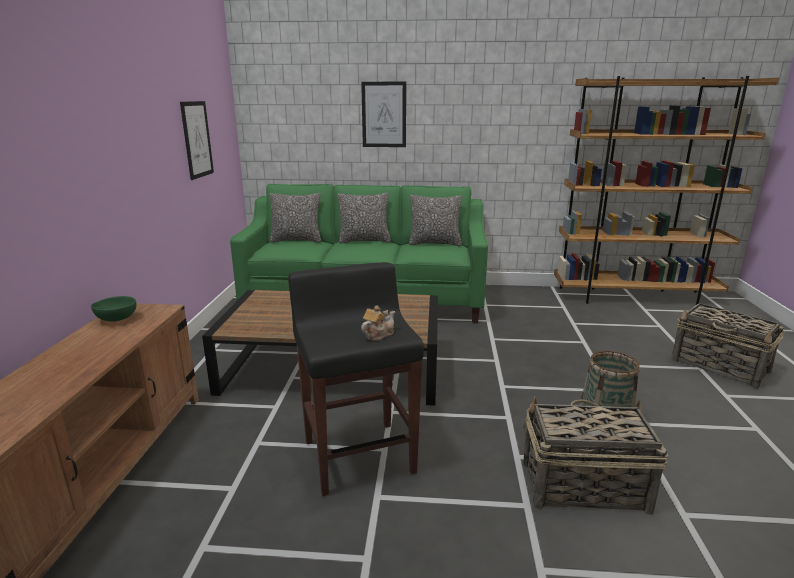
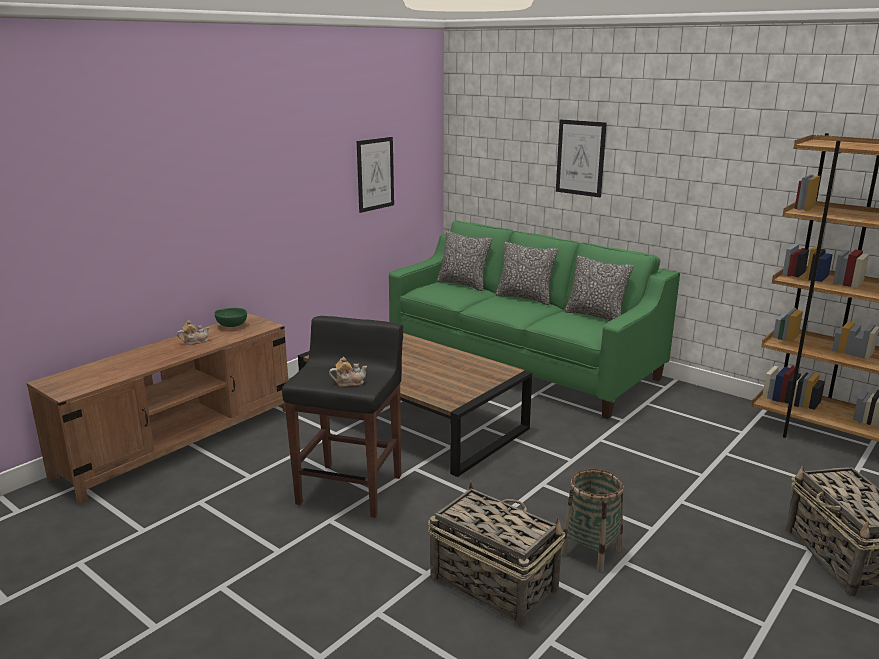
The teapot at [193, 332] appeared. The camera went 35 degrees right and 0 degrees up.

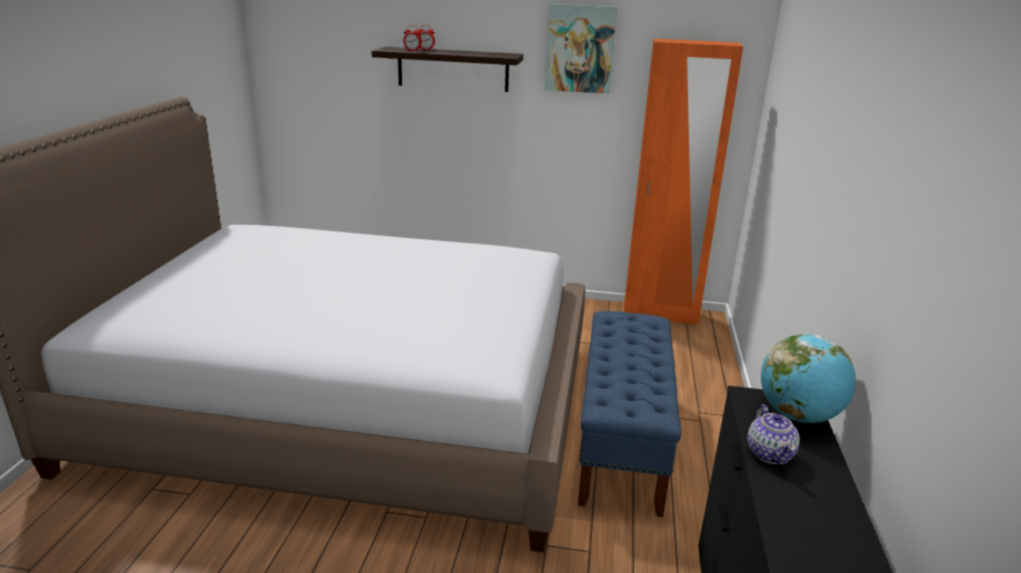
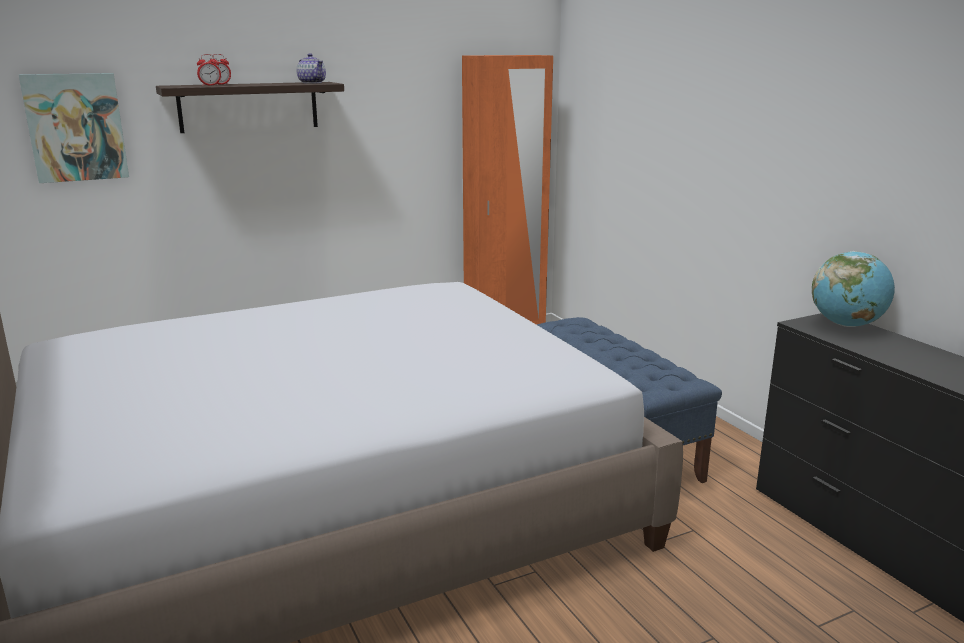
The picture moved from [581, 49] to [74, 128]. The teapot moved from [773, 435] to [311, 68]. The camera went 35 degrees left and 5 degrees down.

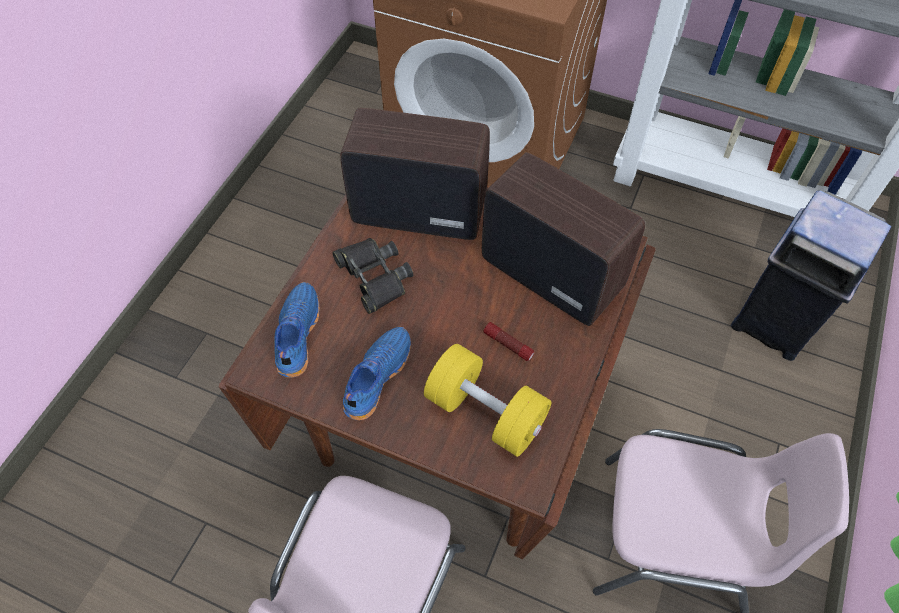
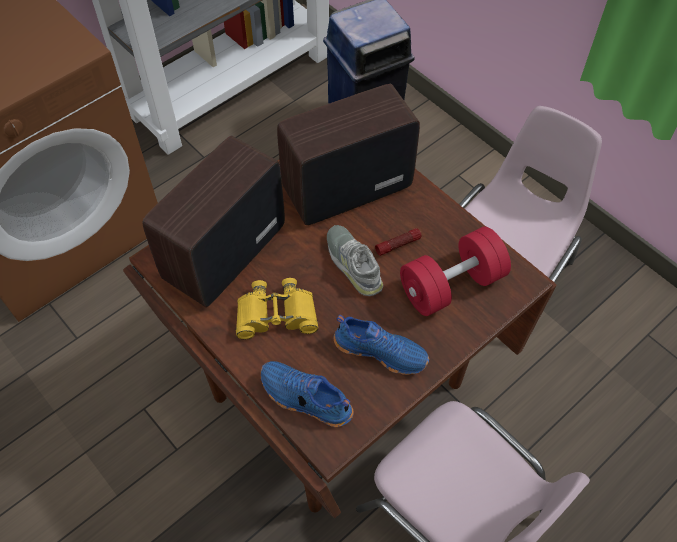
The grey shoe at [355, 260] appeared. The black binoculars at [373, 276] became the yellow binoculars at [277, 308]. The yellow dumbbell at [488, 400] became the red dumbbell at [455, 271]. The blue shoe at [377, 373] turned 150 degrees clockwise. The camera went 65 degrees left and 0 degrees up.

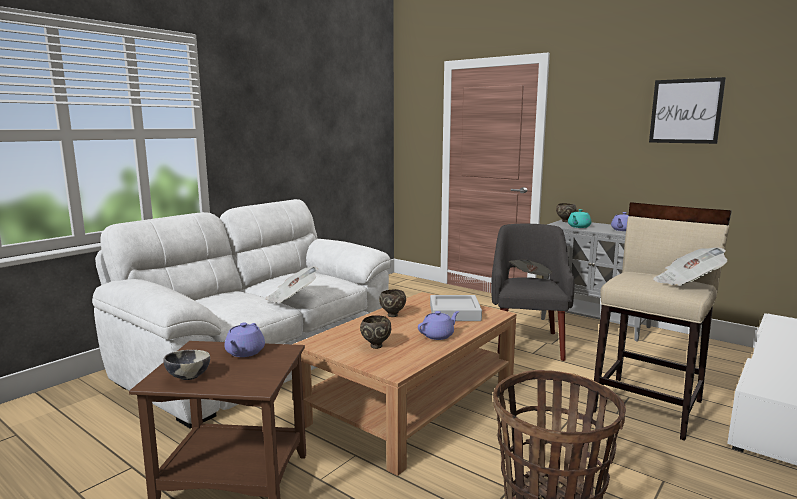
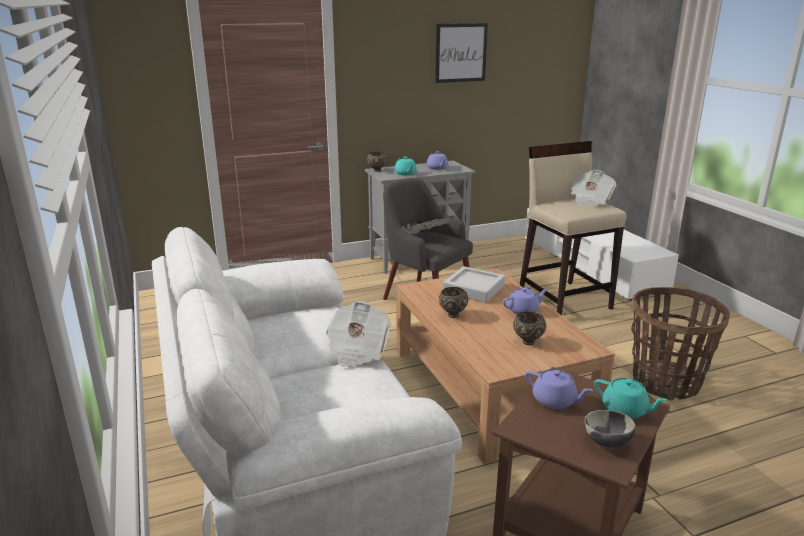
The turquoise teapot at [631, 398] appeared. The purple teapot at [438, 325] turned 75 degrees clockwise. The camera went 60 degrees left and 10 degrees up.

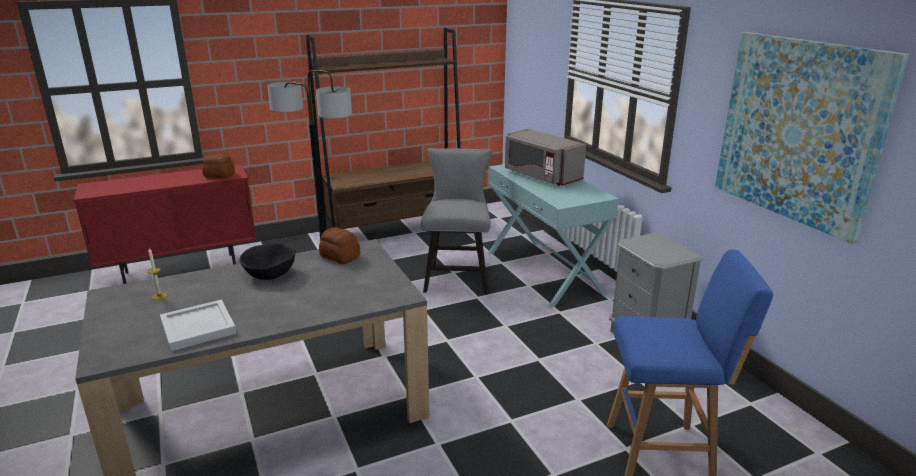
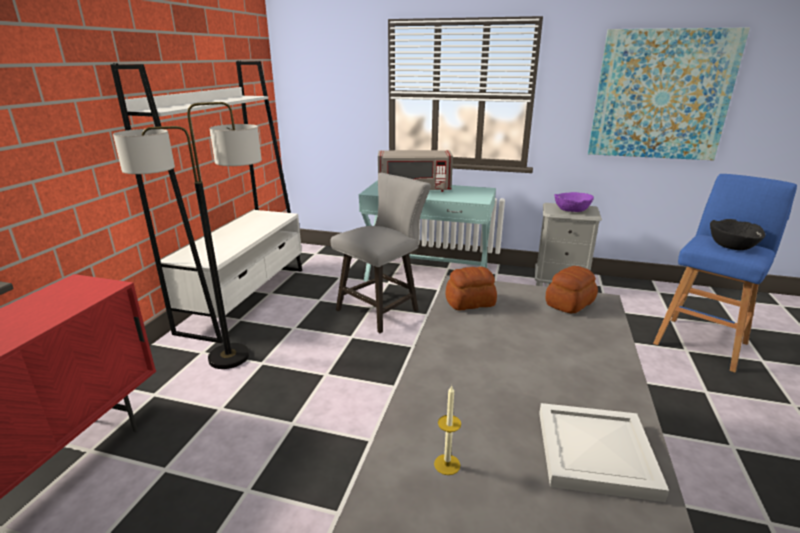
The purple bowl at [574, 202] appeared. The bread moved from [218, 166] to [572, 289]. The black bowl moved from [267, 261] to [737, 234]. The brown bookcase at [383, 129] became the white bookcase at [206, 202]. The grey chair at [456, 221] turned 90 degrees clockwise. The camera went 50 degrees left and 0 degrees up.

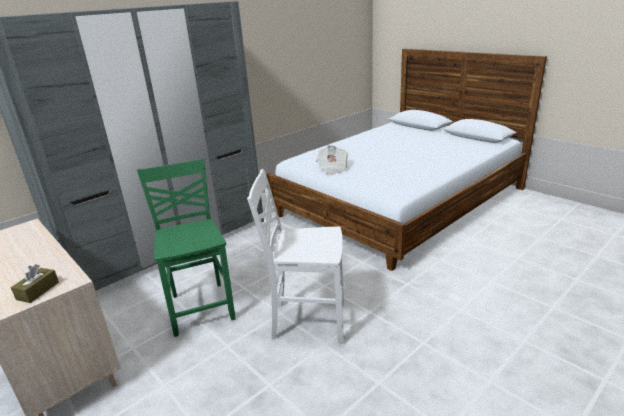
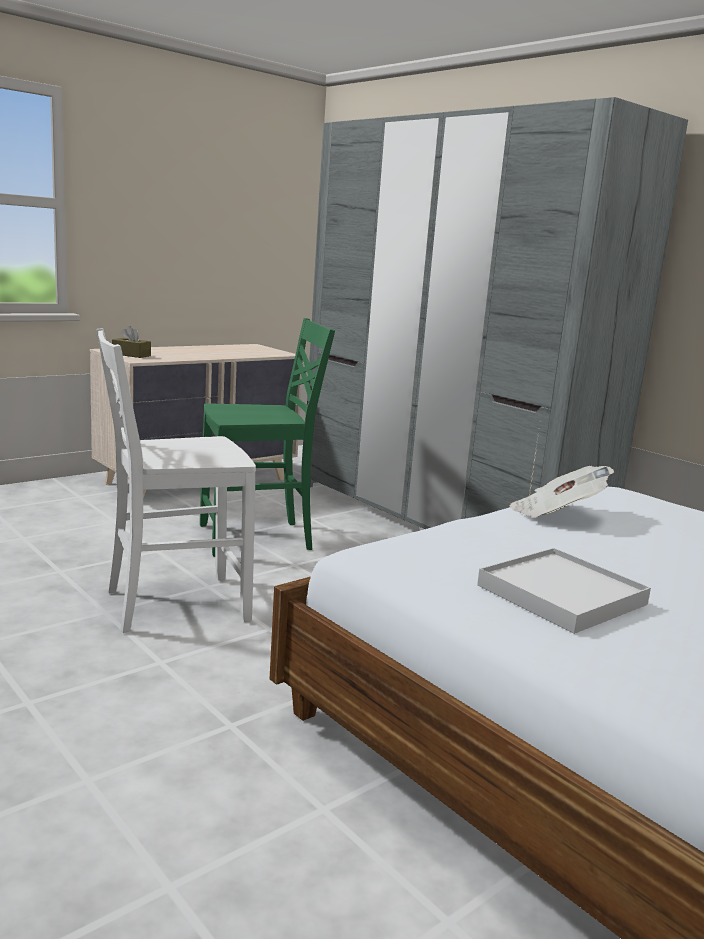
The white tray at [564, 591] appeared. The white chair at [295, 256] turned 120 degrees counterclockwise. The camera went 90 degrees right and 10 degrees down.

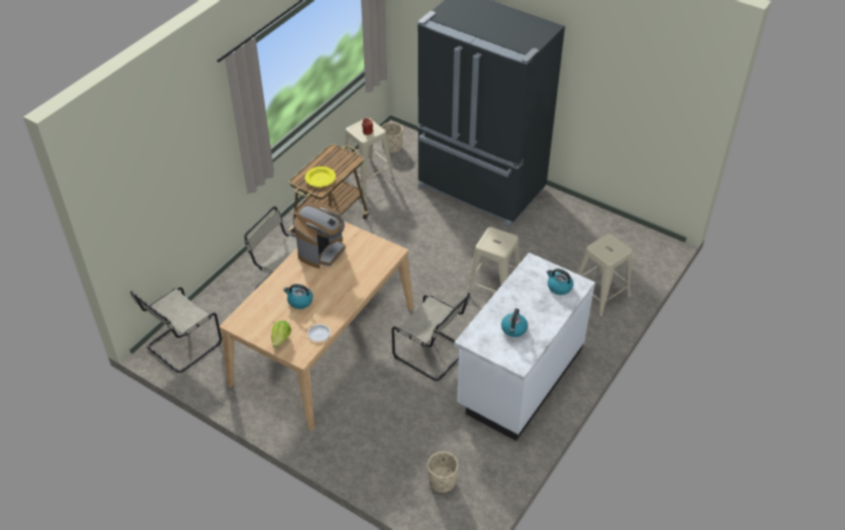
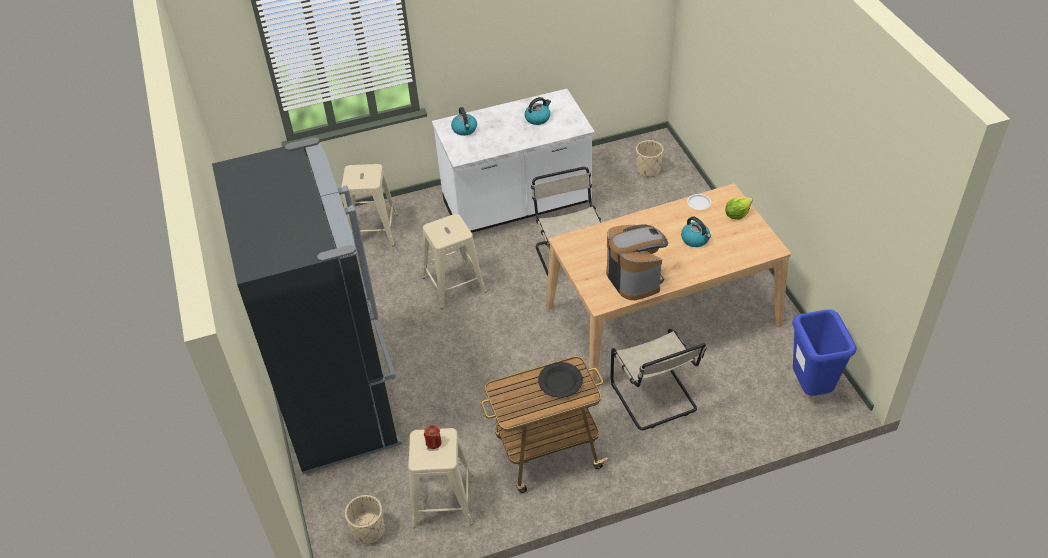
The beige chair at [176, 330] was replaced by the blue trash can at [824, 352]. The yellow plate at [320, 176] became the black plate at [560, 380]. The coffee machine at [320, 235] turned 90 degrees clockwise. The camera went 140 degrees left and 0 degrees up.

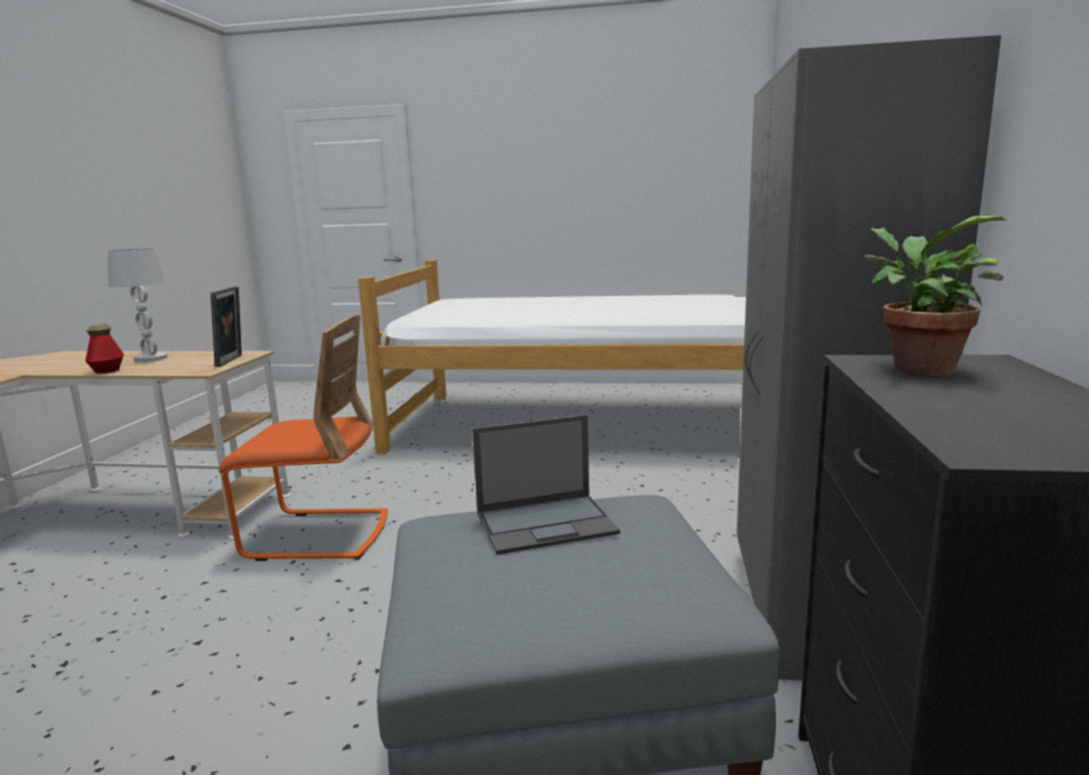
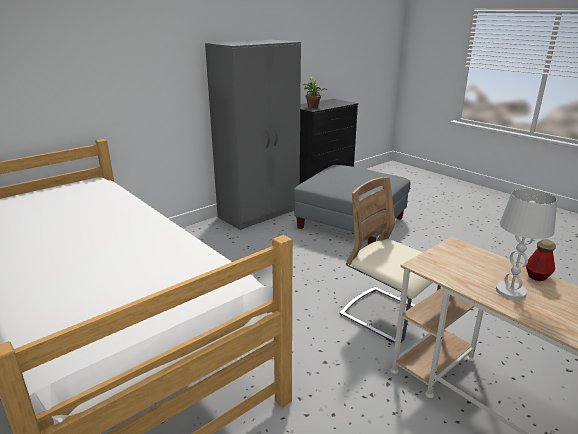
The picture frame at [226, 326] disappeared. The laptop at [546, 485] disappeared. The orange chair at [303, 438] became the beige chair at [390, 260]. The camera went 140 degrees left and 10 degrees up.

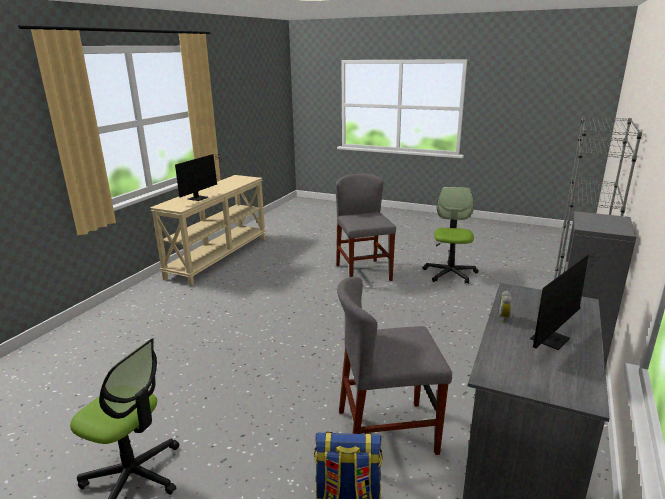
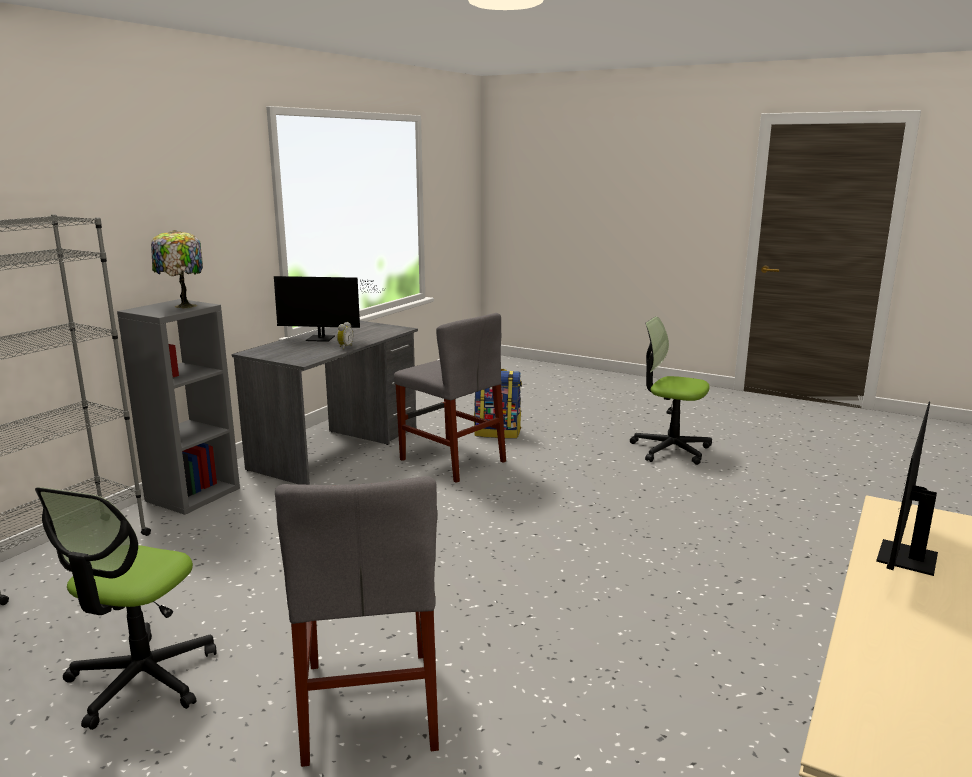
The table lamp at [177, 269] appeared. The grey chair at [394, 366] turned 45 degrees clockwise. The monitor at [563, 301] turned 135 degrees counterclockwise. The camera went 175 degrees left and 5 degrees down.

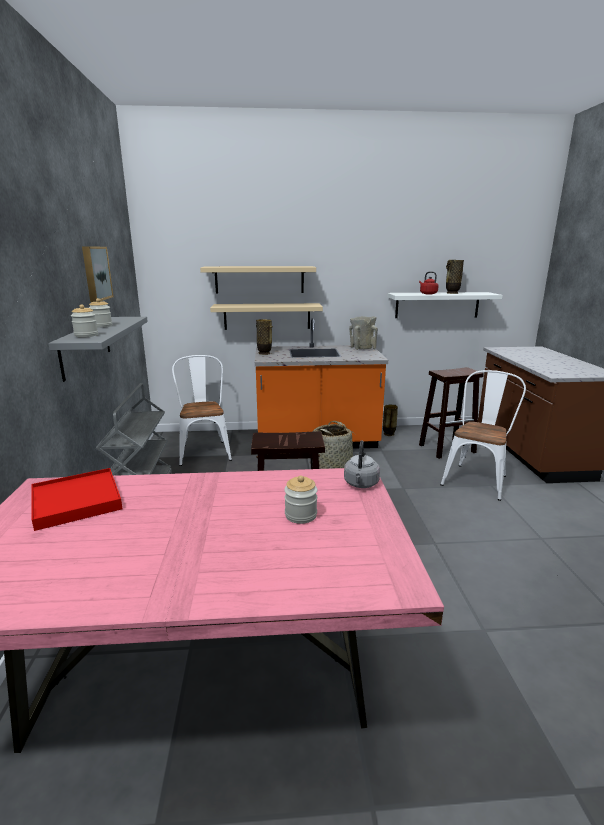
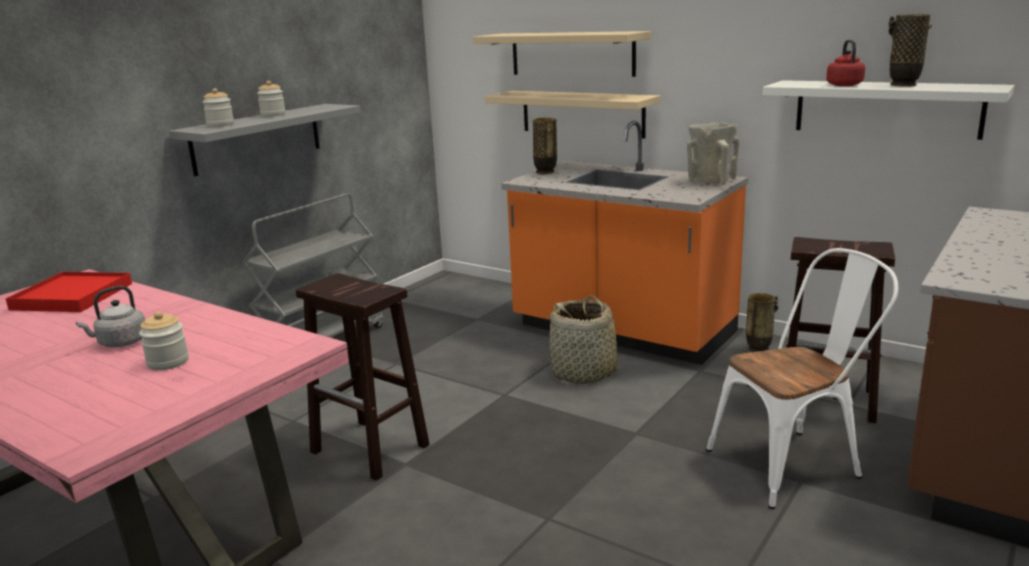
The picture at [98, 274] disappeared. The white chair at [202, 410] disappeared. The grey kettle moved from [362, 464] to [110, 317]. The camera went 40 degrees right and 0 degrees up.

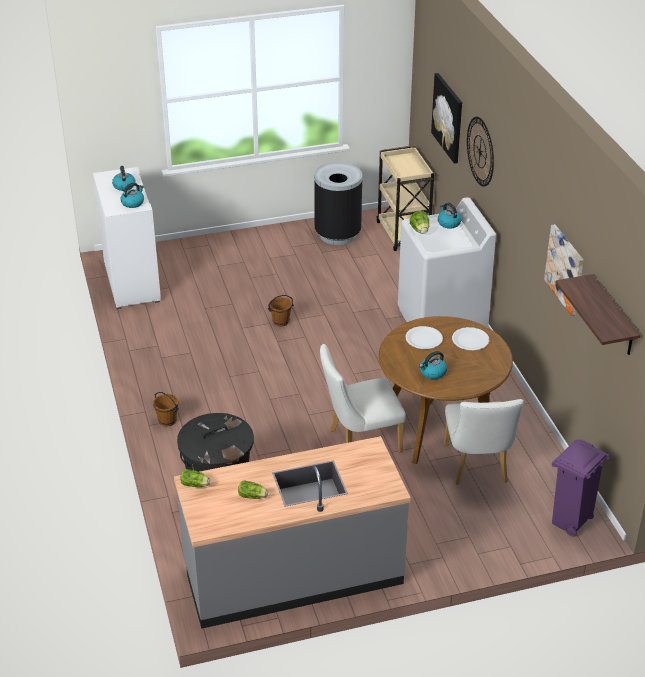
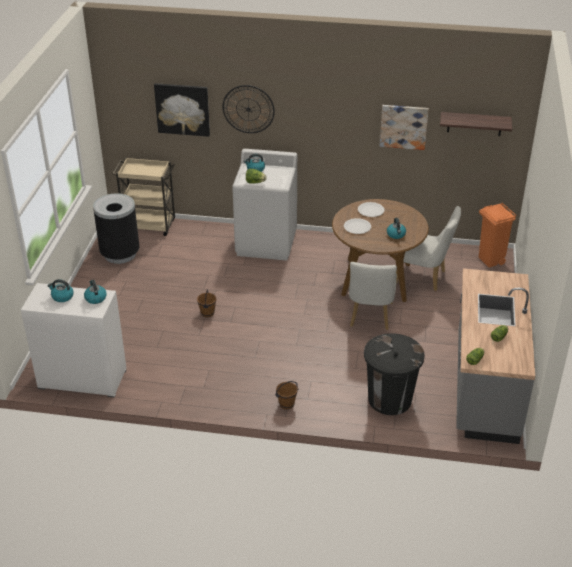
The purple trash can at [581, 488] became the orange trash can at [498, 235]. The camera went 65 degrees left and 0 degrees up.

